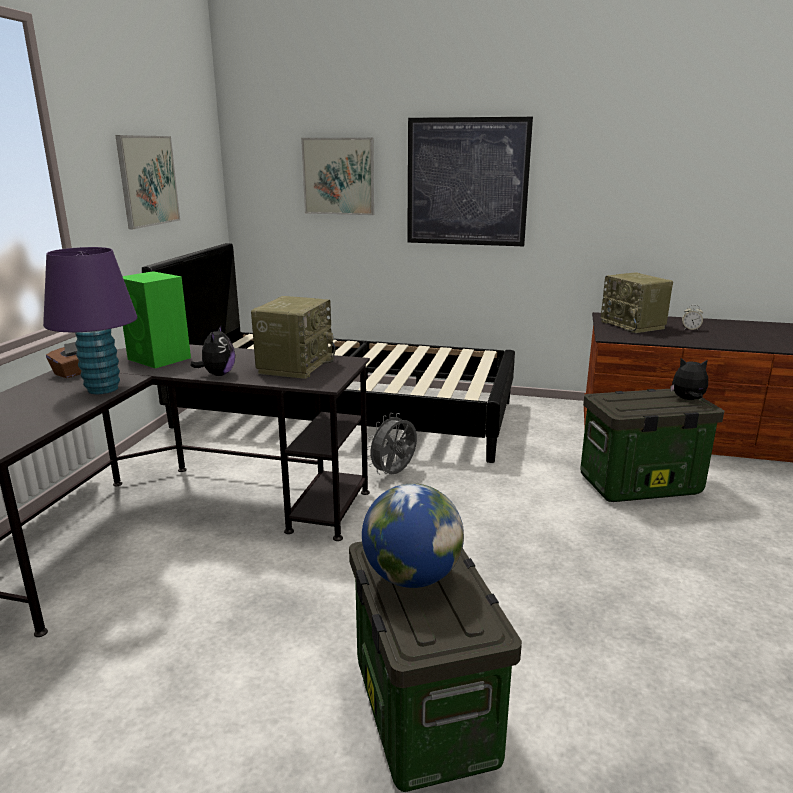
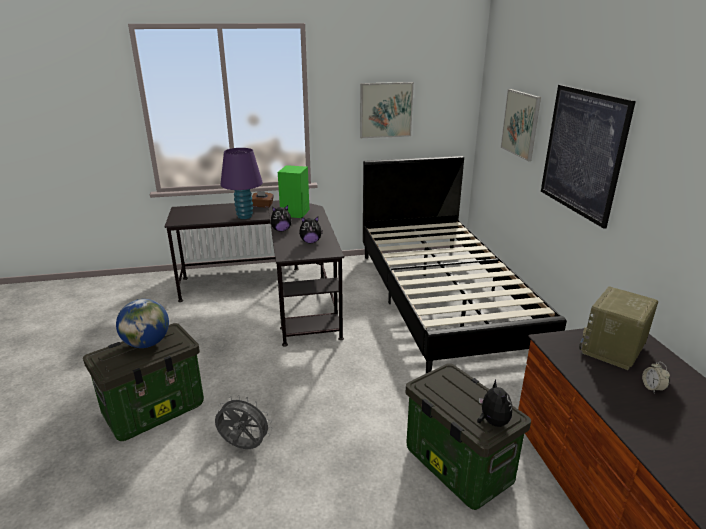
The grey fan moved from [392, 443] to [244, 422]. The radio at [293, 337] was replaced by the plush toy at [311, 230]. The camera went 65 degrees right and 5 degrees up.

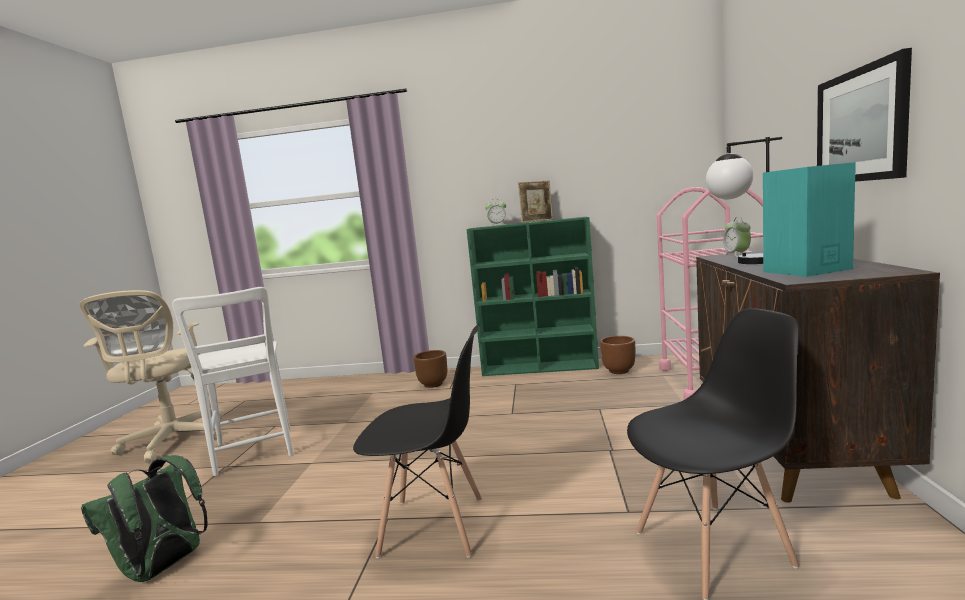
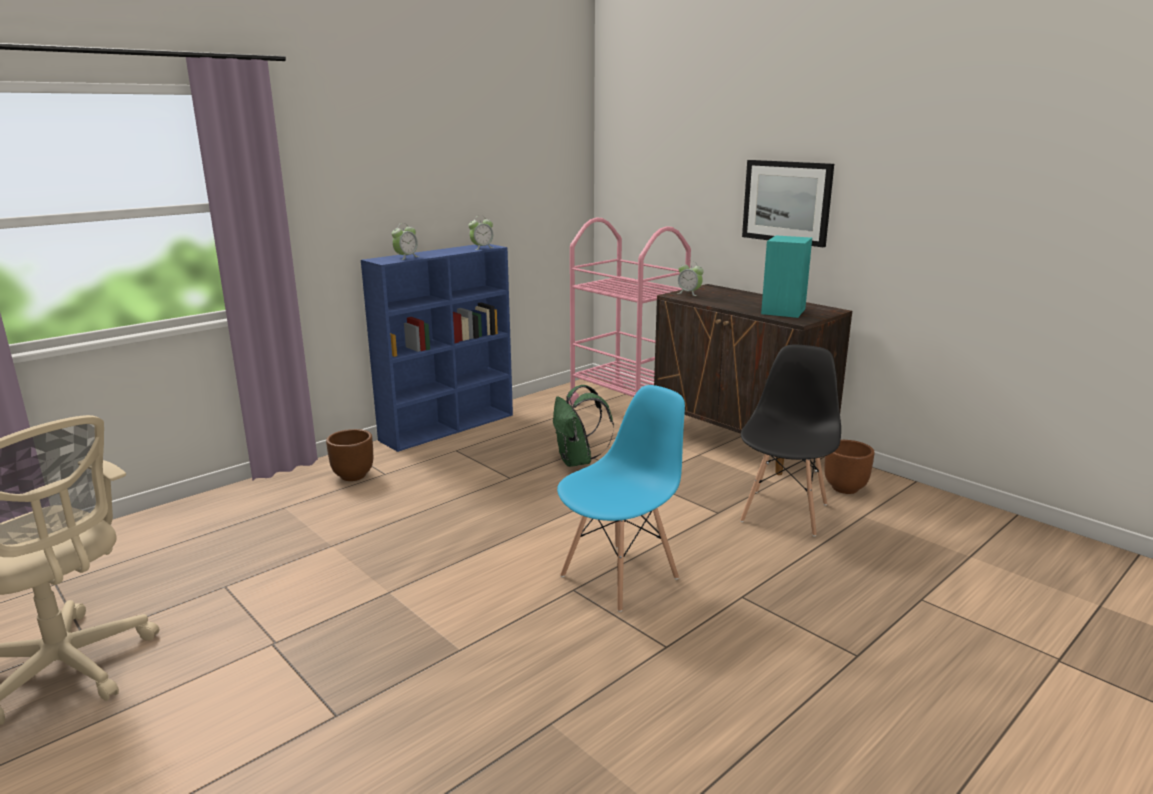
The white chair at [232, 381] disappeared. The picture frame at [535, 202] disappeared. The table lamp at [744, 200] disappeared. The alarm clock at [480, 233] appeared. The green backpack moved from [144, 518] to [583, 426]. The brown planter moved from [617, 355] to [849, 467]. The black chair at [417, 442] became the blue chair at [621, 498]. The green bookcase at [533, 296] became the blue bookcase at [437, 348]. The camera went 50 degrees left and 10 degrees up.

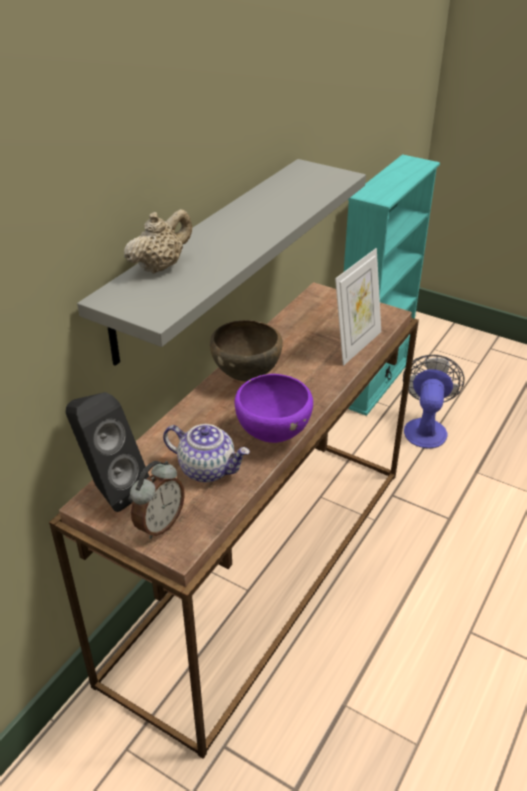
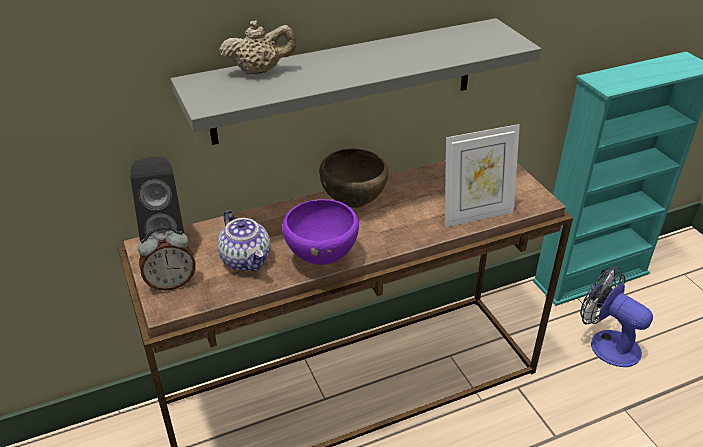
The fan at [434, 401] turned 90 degrees counterclockwise. The camera went 35 degrees right and 0 degrees up.

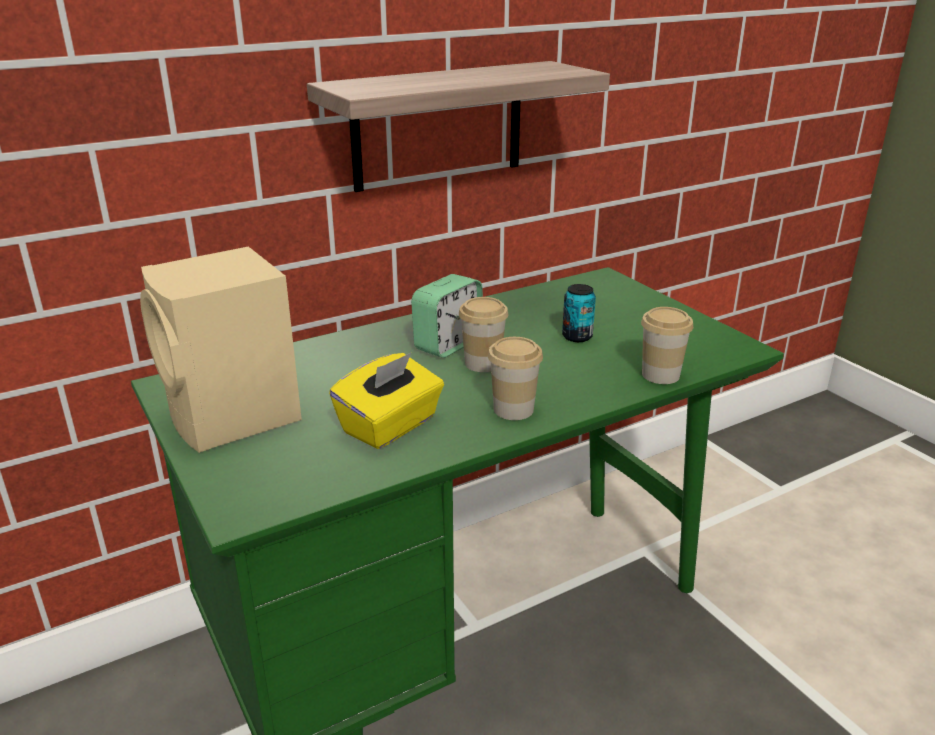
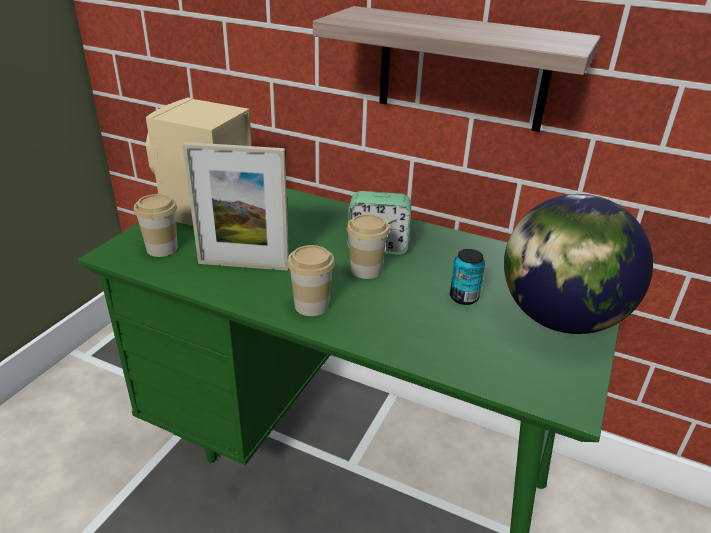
The globe at [578, 264] appeared. The cup moved from [667, 345] to [156, 225]. The yellow tissue box at [386, 401] was replaced by the picture frame at [235, 206]. The camera went 55 degrees right and 5 degrees up.

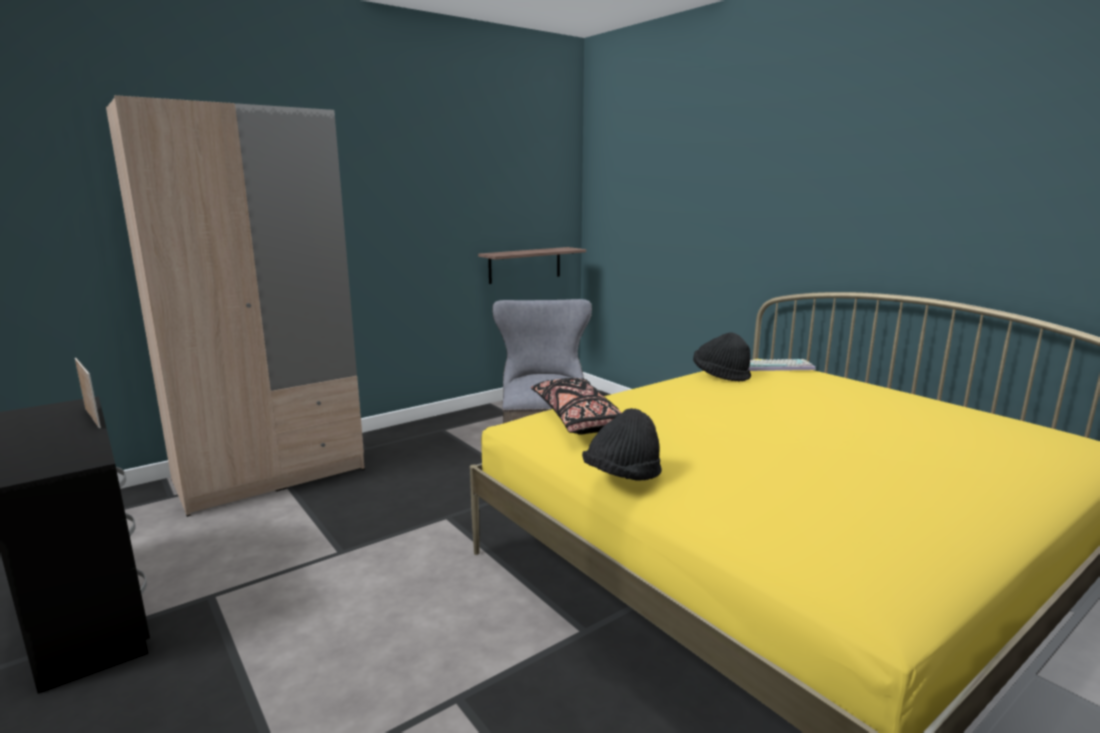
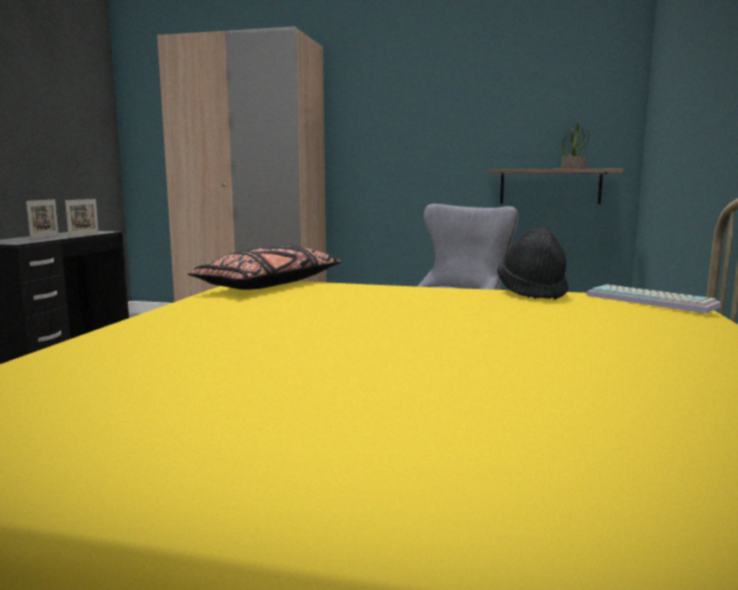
The black hat at [622, 444] disappeared. The picture frame at [42, 219] appeared. The potted plant at [575, 146] appeared. The camera went 50 degrees right and 5 degrees down.

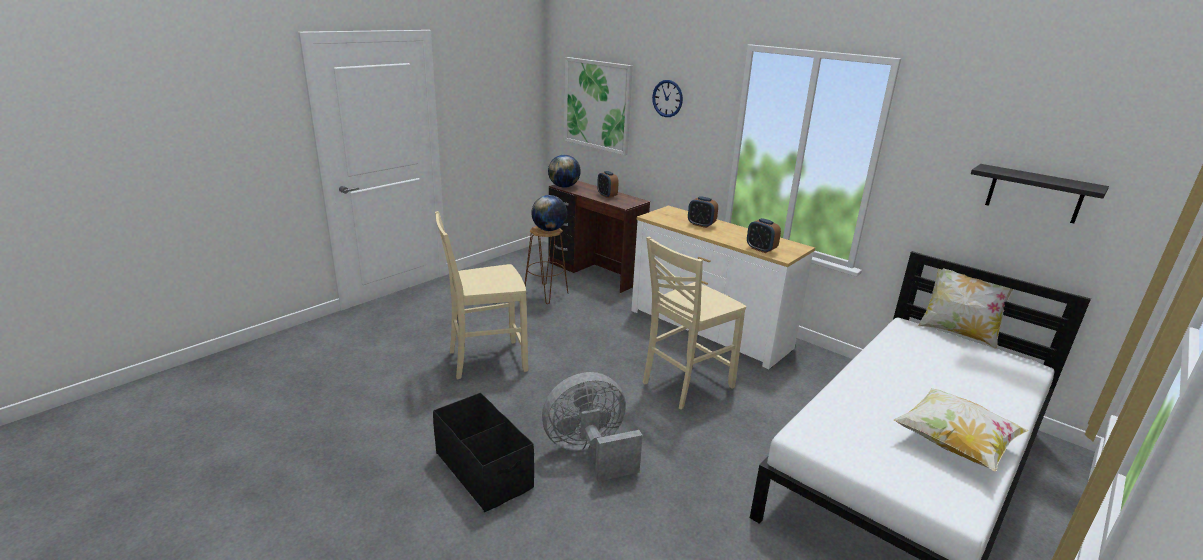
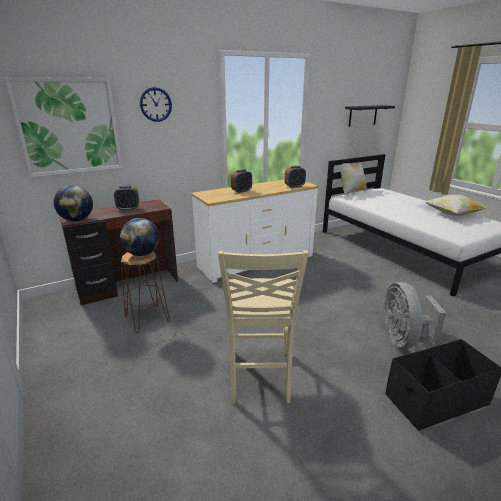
The beige chair at [694, 323] disappeared. The camera went 70 degrees left and 0 degrees up.

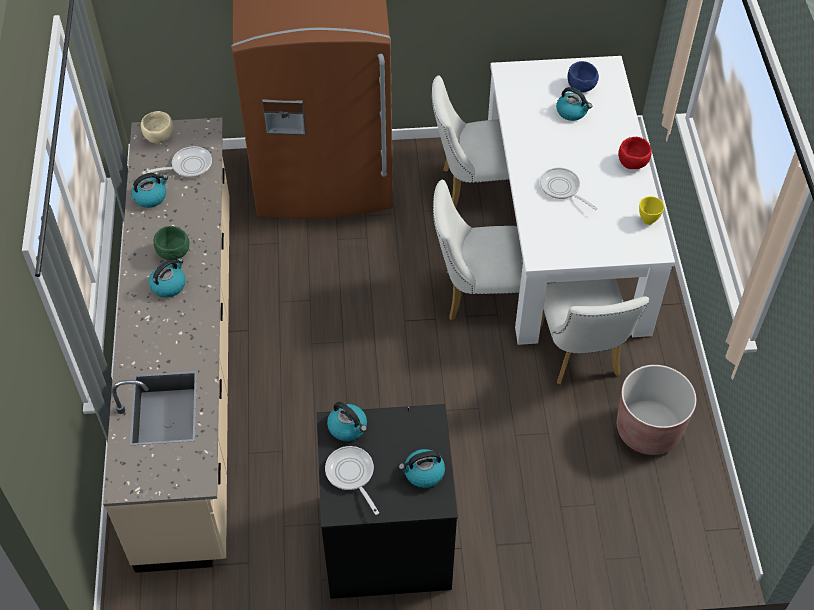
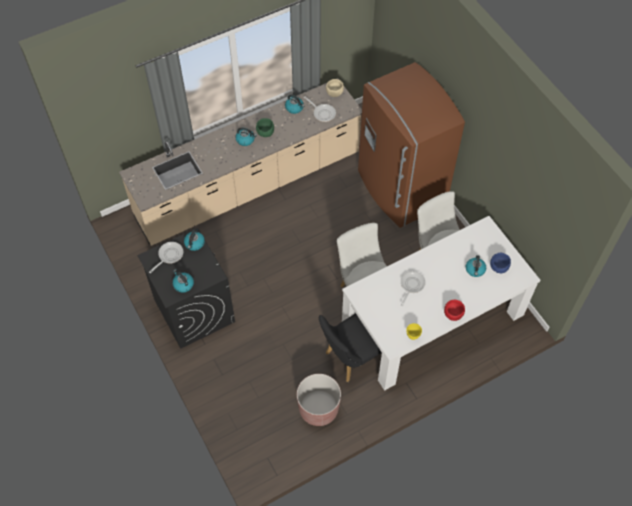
The white chair at [595, 331] became the black chair at [350, 347]. The camera went 65 degrees right and 5 degrees up.

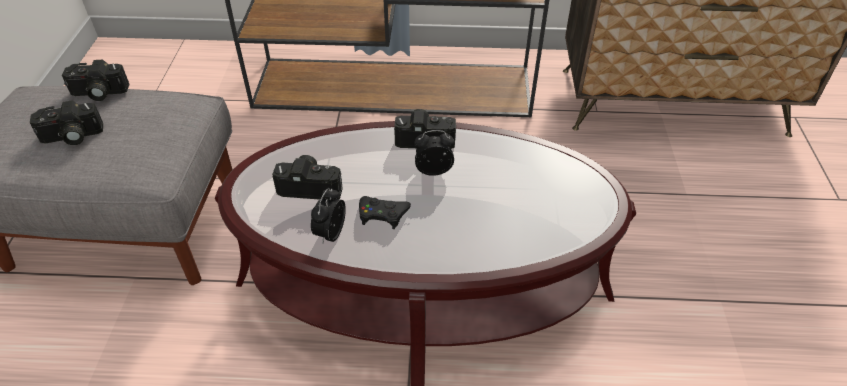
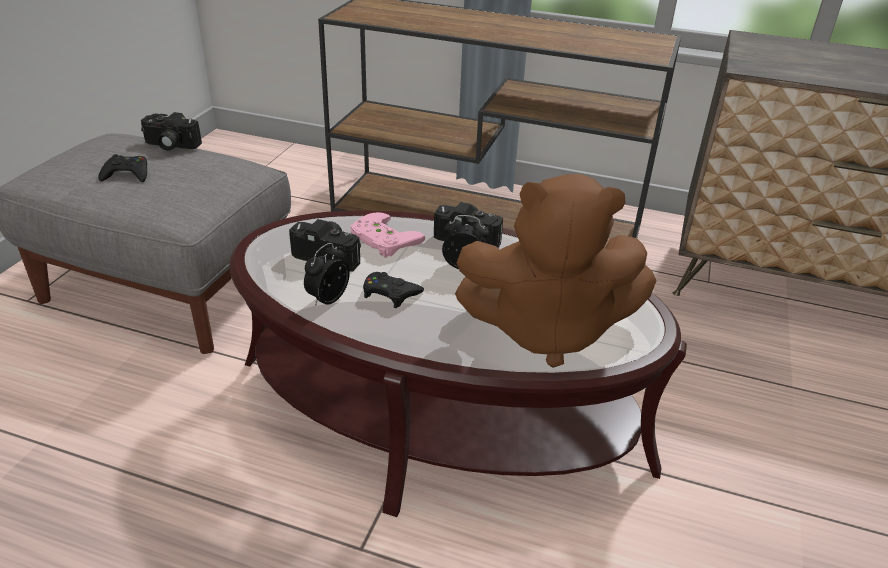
The pink game controller at [387, 235] appeared. The brown plush toy at [555, 271] appeared. The photo camera at [66, 122] was replaced by the black game controller at [122, 168]. The camera went 15 degrees right and 10 degrees down.

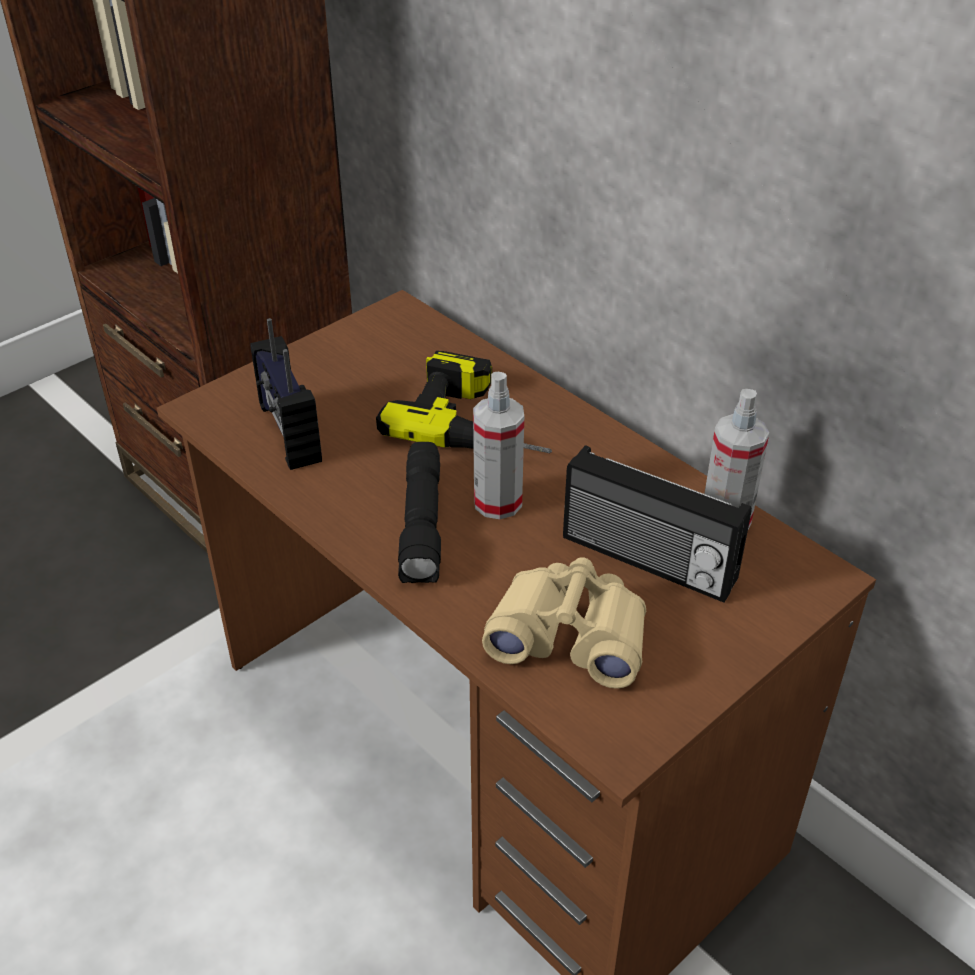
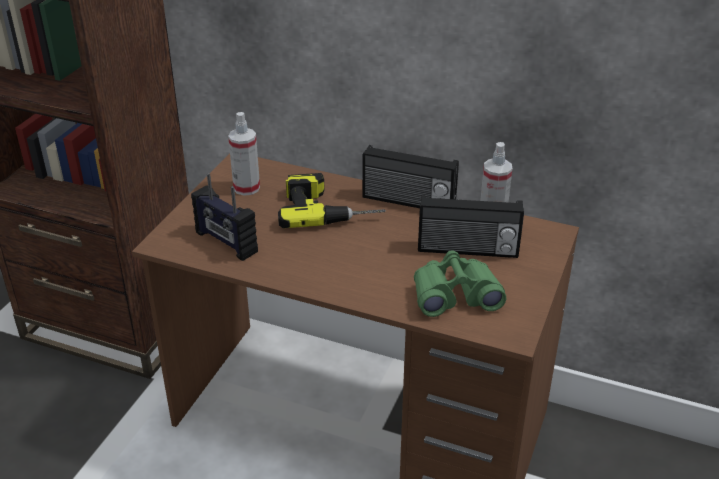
The black flashlight at [419, 512] disappeared. The radio at [410, 176] appeared. The spray bottle moved from [498, 445] to [244, 154]. The beige binoculars at [564, 623] became the green binoculars at [460, 283]. The camera went 25 degrees left and 5 degrees down.

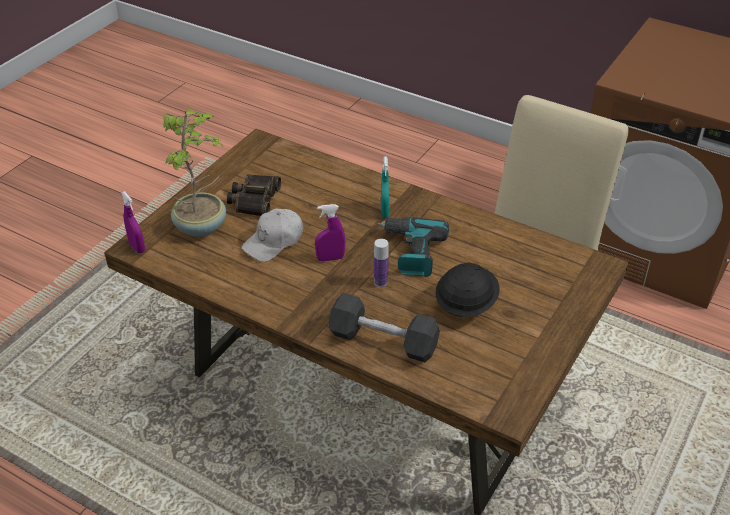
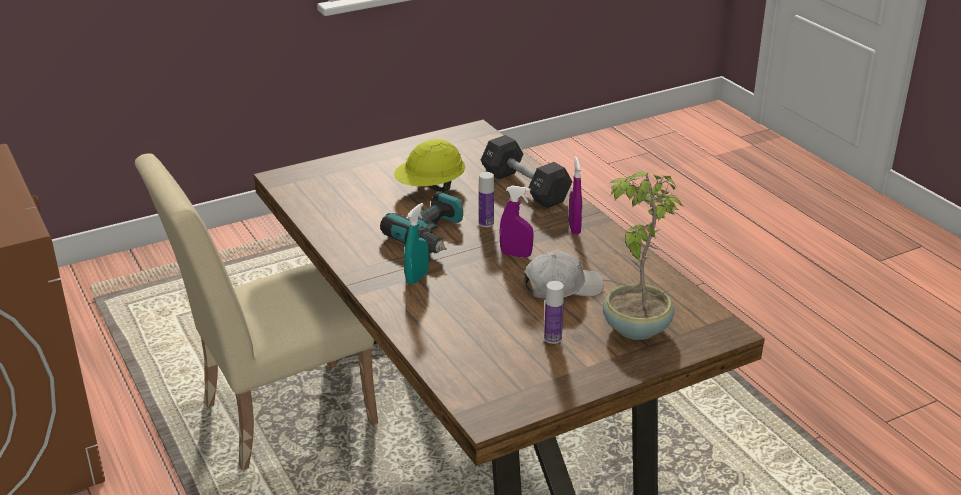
The purple spray bottle moved from [133, 222] to [575, 195]. The binoculars at [254, 195] was replaced by the bottle at [554, 312]. The black hard hat at [467, 290] became the yellow hard hat at [429, 165]. The camera went 150 degrees left and 10 degrees down.

